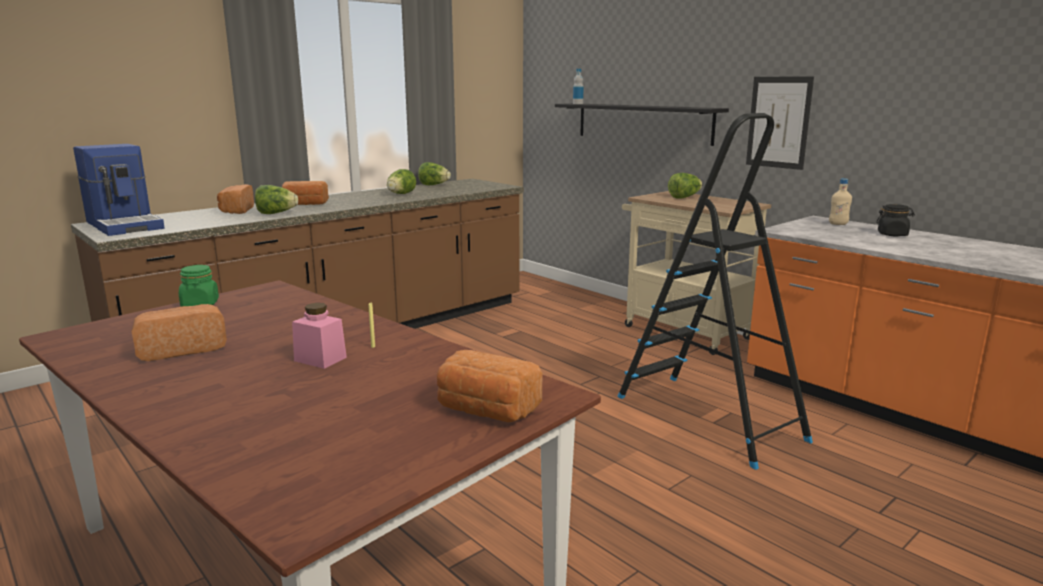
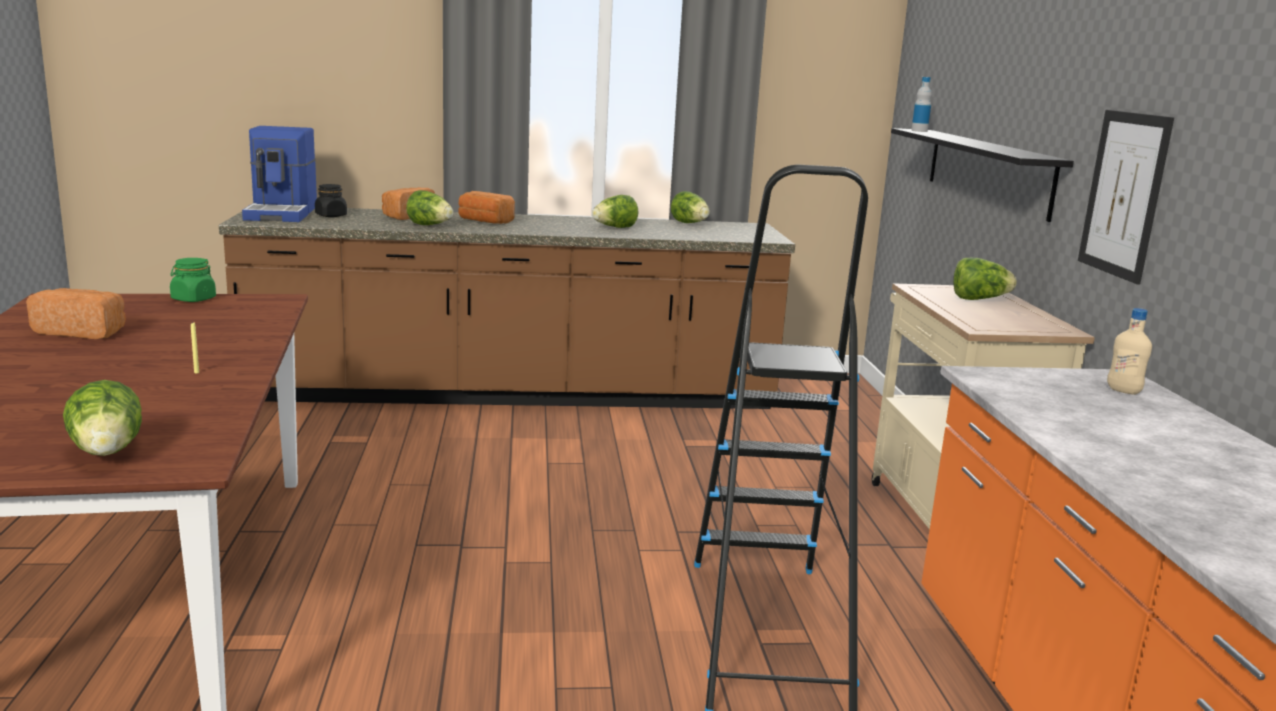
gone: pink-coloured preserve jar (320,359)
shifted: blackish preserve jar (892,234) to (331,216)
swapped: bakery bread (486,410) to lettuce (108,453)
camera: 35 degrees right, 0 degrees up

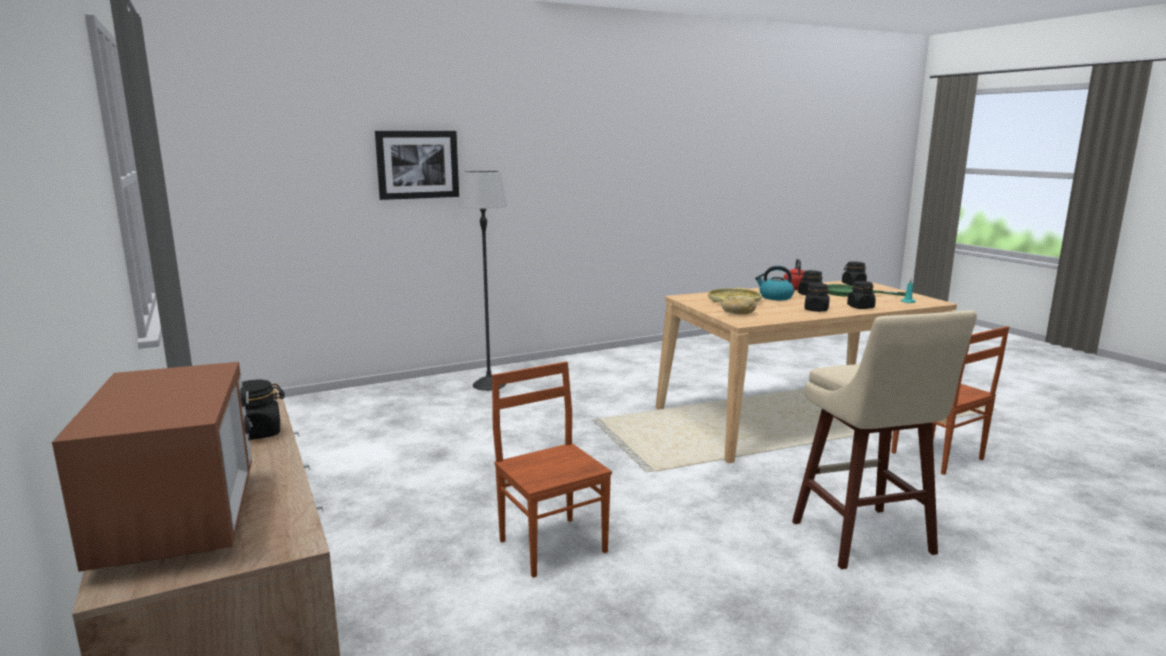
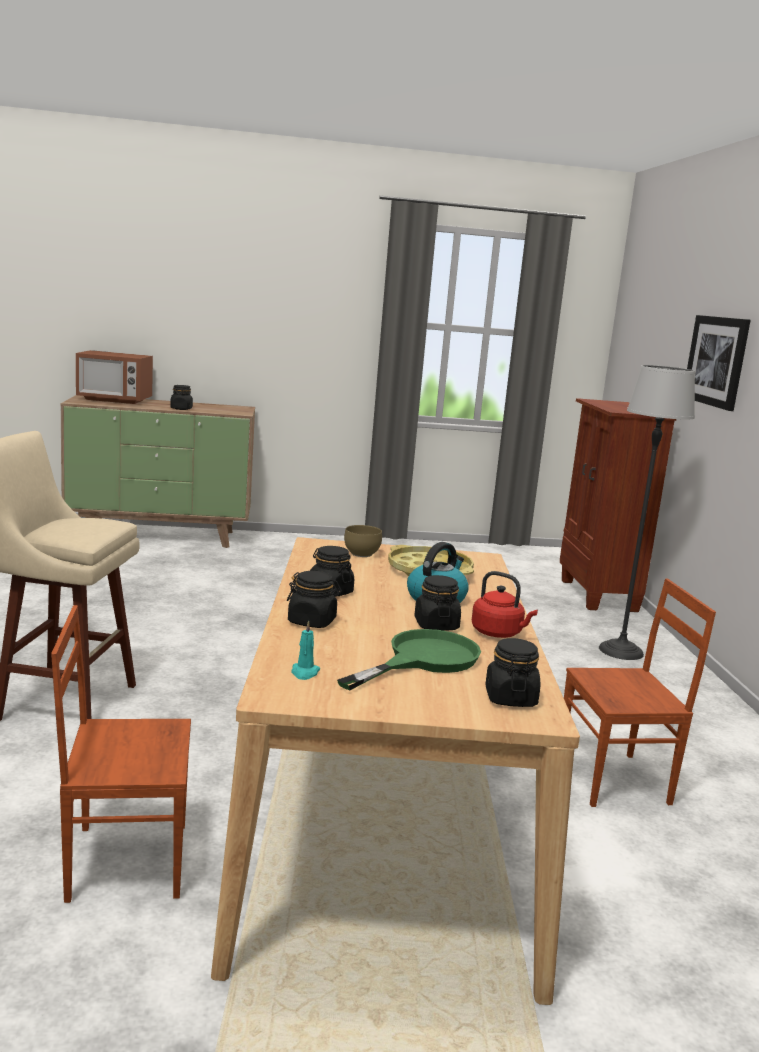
new: brown cupboard (596,596)
shifted: brown upright chair (553,545) to (615,780)
swapped: bakery bread (737,313) to brown bowl (360,554)
camera: 110 degrees right, 0 degrees up

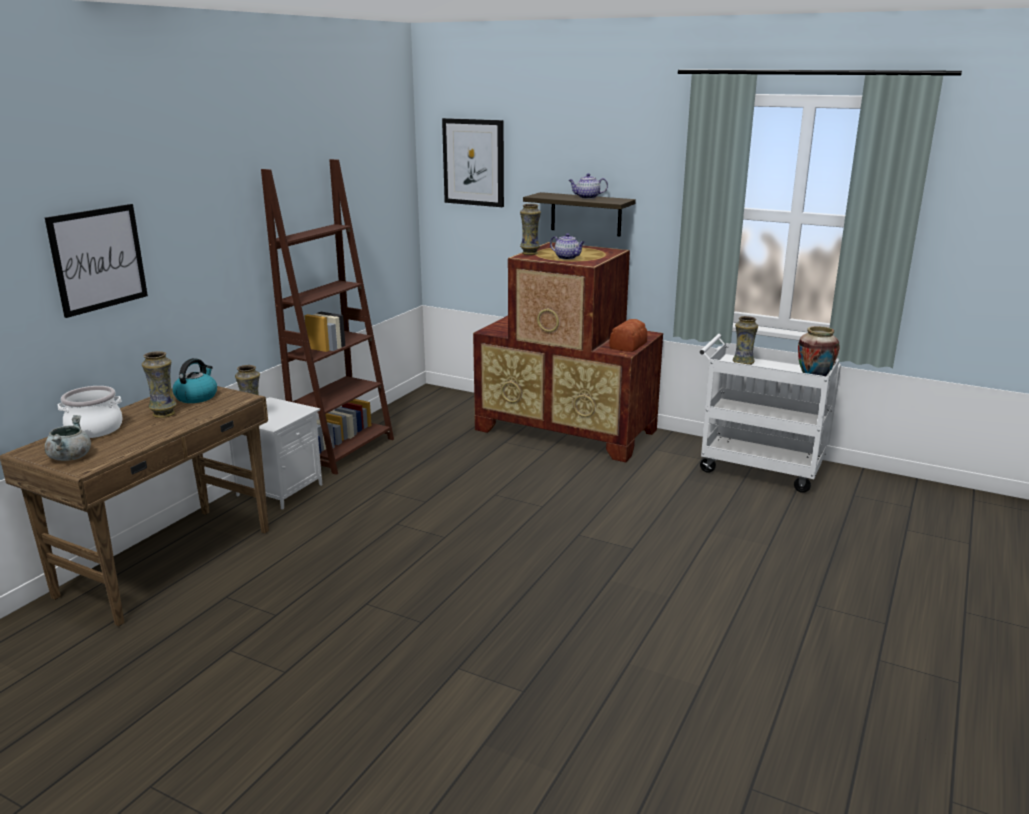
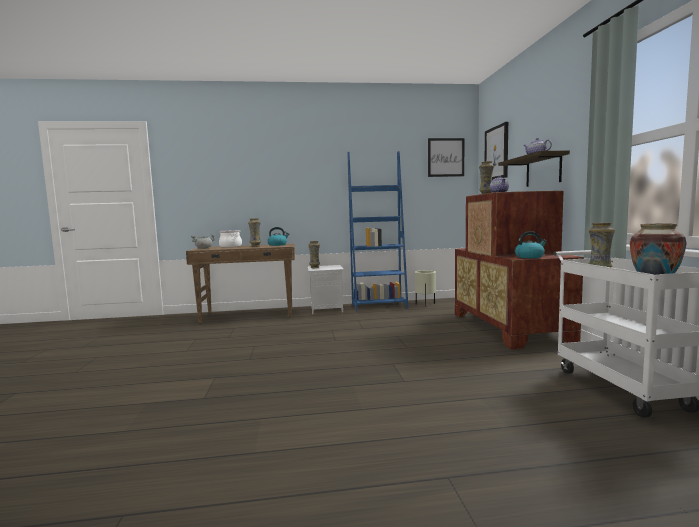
new: beige-coloured plant pot (425,304)
shifted: wall art (98,259) to (446,157)
swapped: bakery bread (627,345) to water kettle (529,257)
repainted: brown bookshelf (344,450) to blue-coloured bookshelf (379,306)
camera: 55 degrees right, 15 degrees down

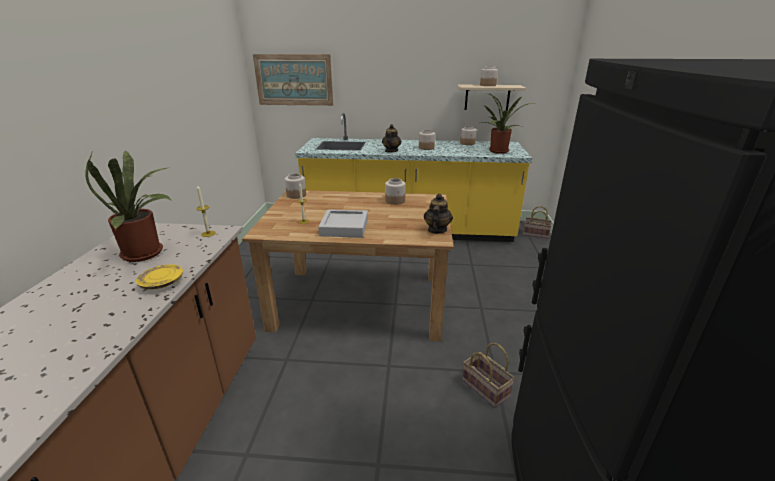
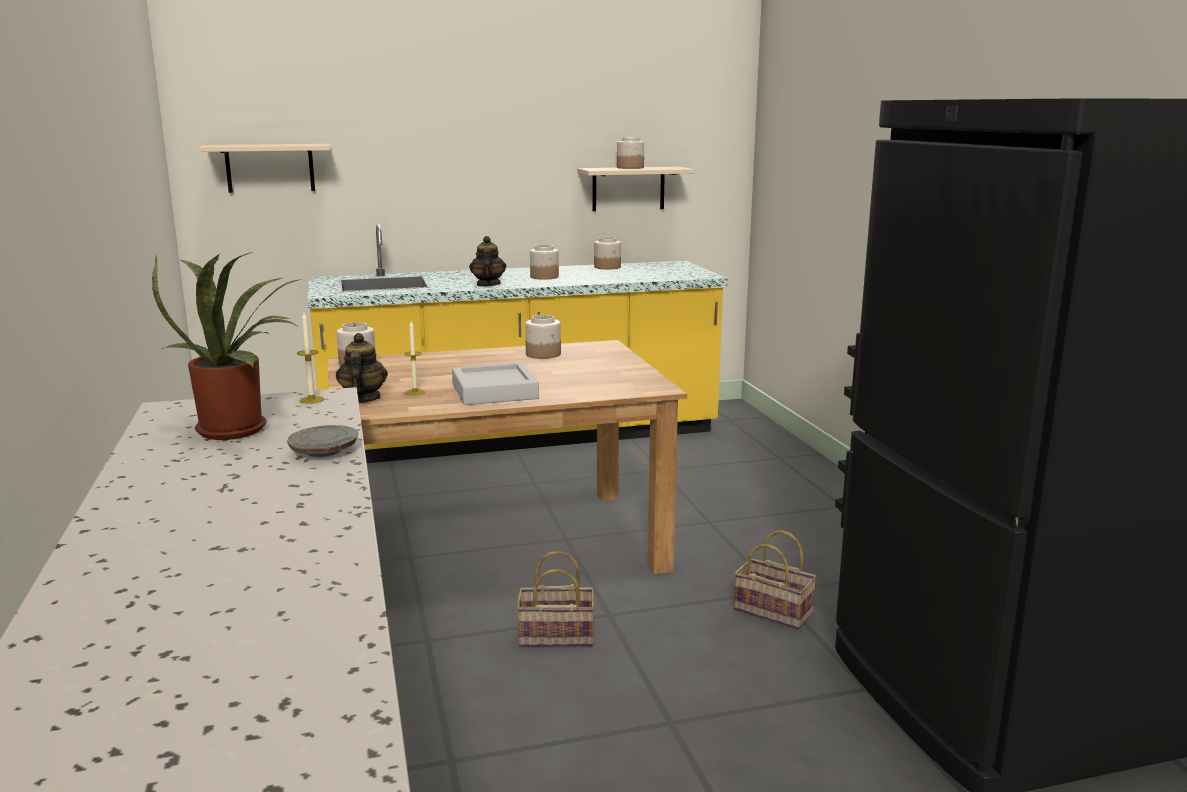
gone: potted plant (498,152)
shifted: pot for tea (436,230) to (362,399); household basket (535,234) to (554,637)
swapped: wall art (294,80) to beige-coloured bracket shelf (270,168)
repainted: yellowish flat dish (162,283) to grey flat dish (324,452)
camera: 20 degrees left, 10 degrees down

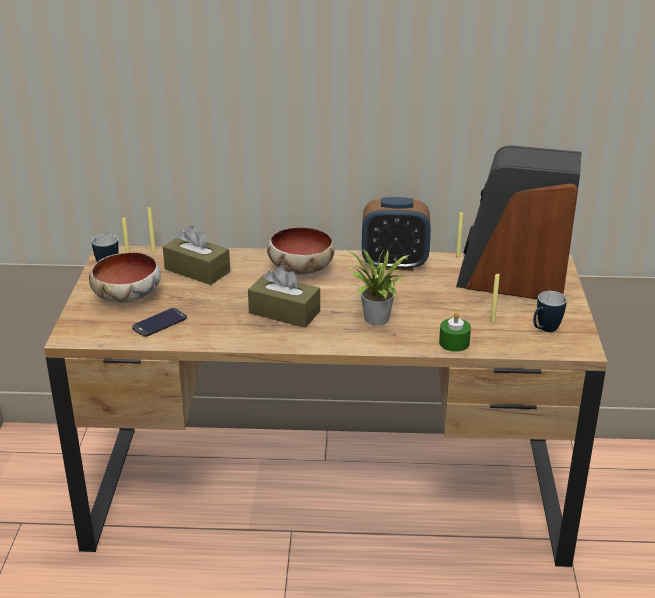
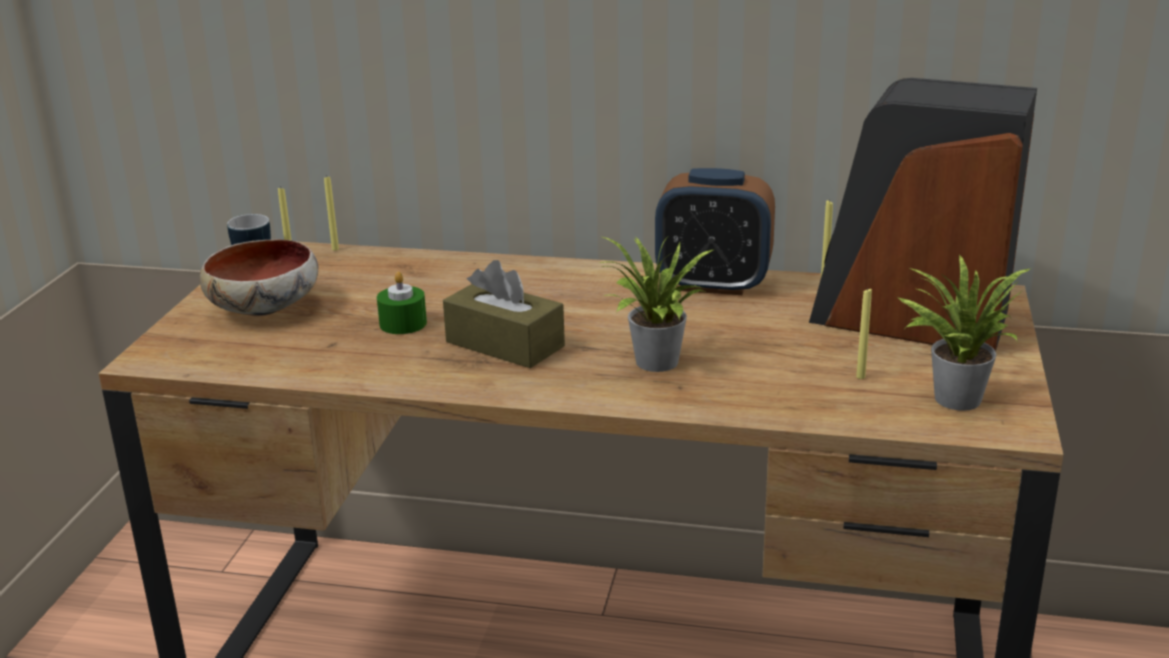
gone: telephone (159,323); brown tissue box (197,270); bowl (300,269)
shifted: greenish wax light (454,343) to (403,323)
swapped: mug (544,330) to potted plant (953,396)
camera: 10 degrees right, 5 degrees down

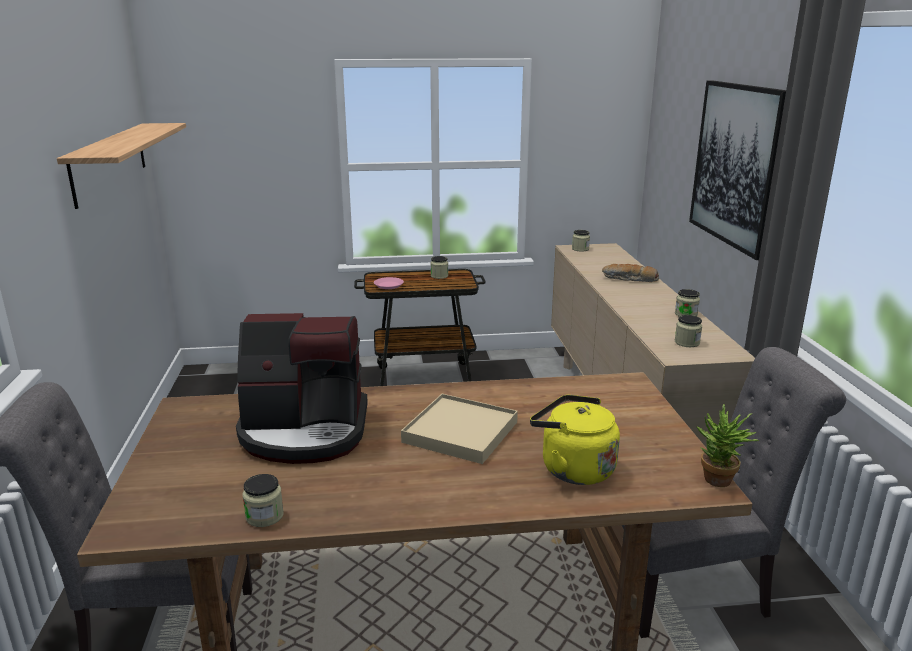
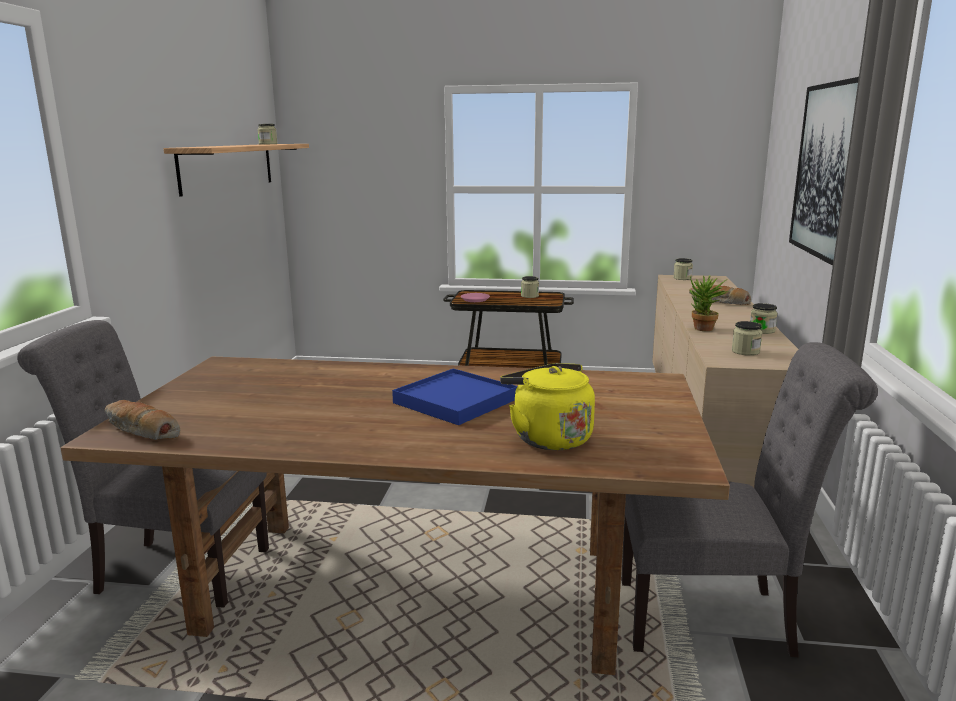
gone: coffee machine (305,431)
new: bakery bread (141,431)
shifted: preserve jar (264,516) to (268,144); potted plant (718,483) to (703,330)
repainted: beige-coloured tray (460,432) to blue-coloured tray (455,401)
camera: 15 degrees right, 5 degrees down

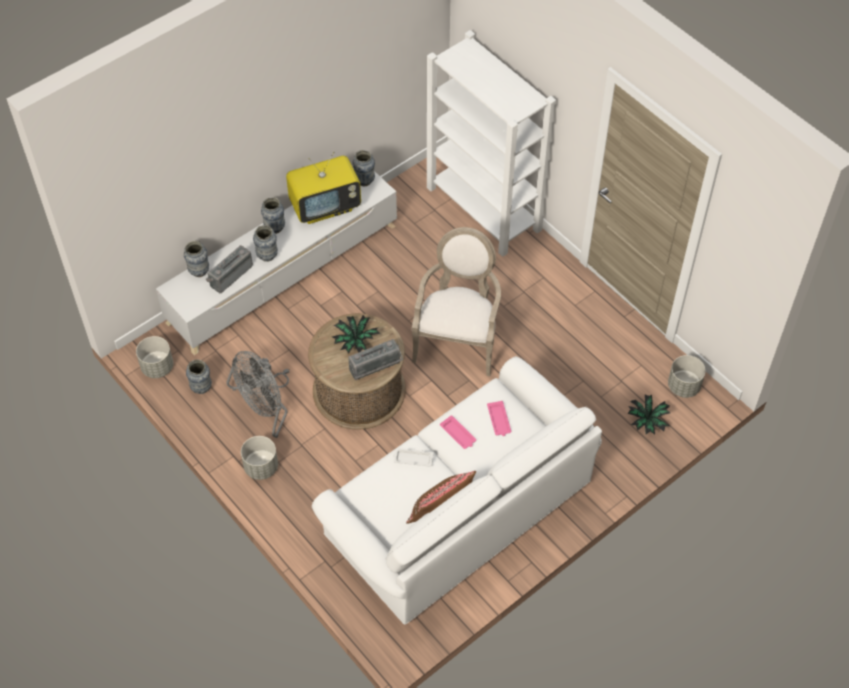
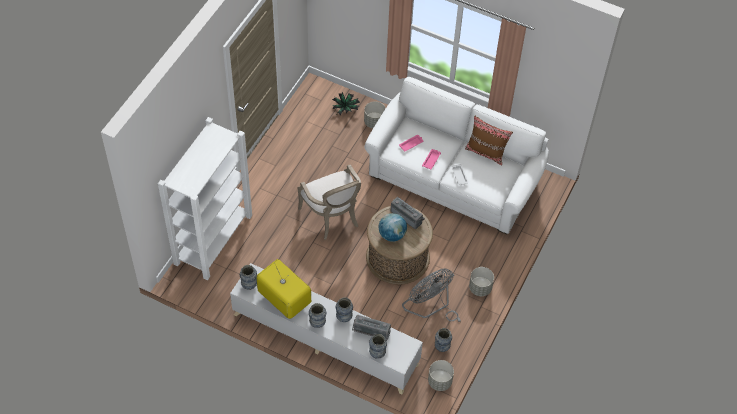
shifted: grey plant pot (684,386) to (374,122)
swapped: potted plant (355,341) to world globe (392,235)
rotated: armchair (458,340) = (332,218) 105 degrees counterclockwise; grey electric fan (265,402) = (433,305) 150 degrees counterclockwise
camera: 115 degrees left, 0 degrees up

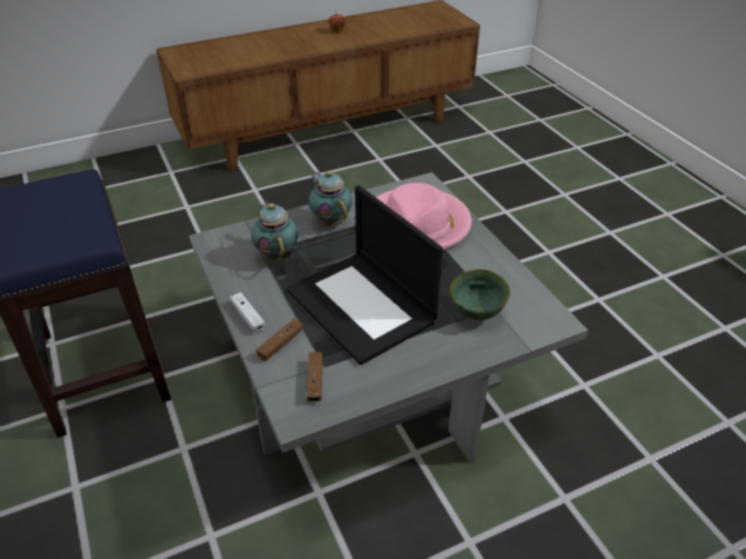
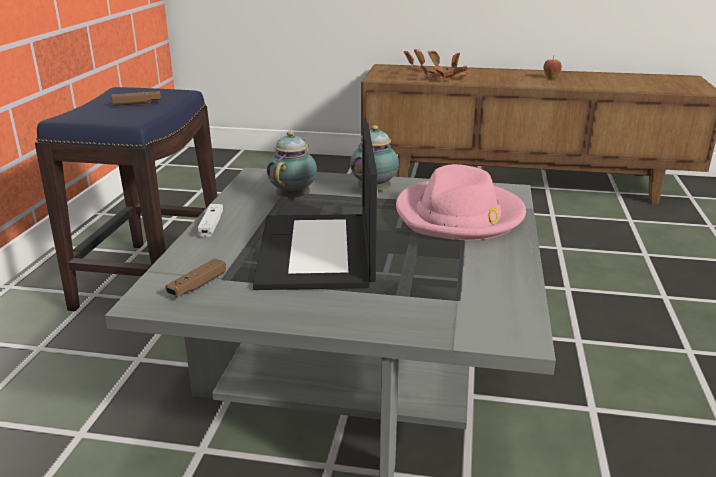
gone: greenish bowl (478,313)
new: potted plant (440,77)
shifted: brown gamepad (281,344) to (137,103)
camera: 35 degrees right, 15 degrees down

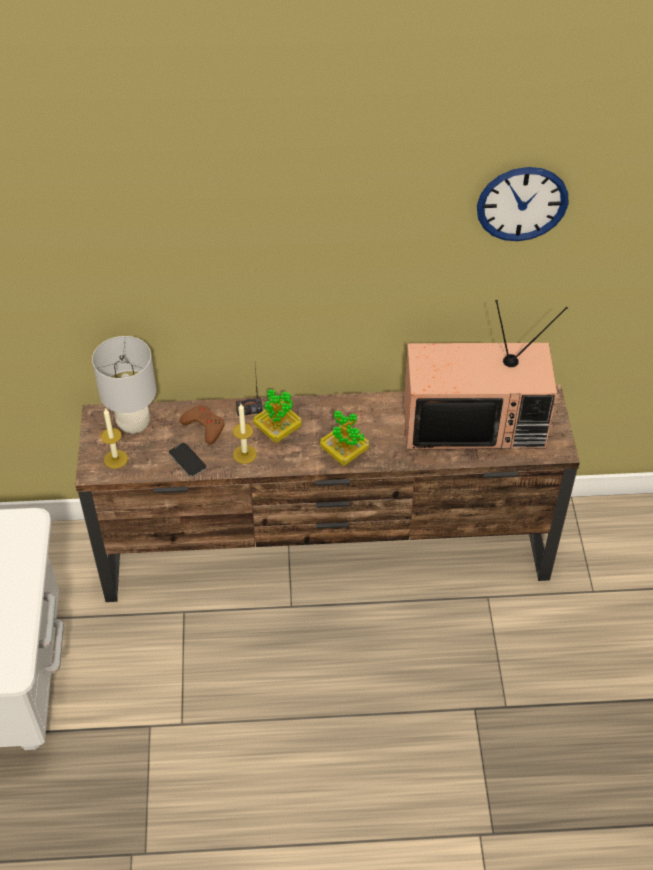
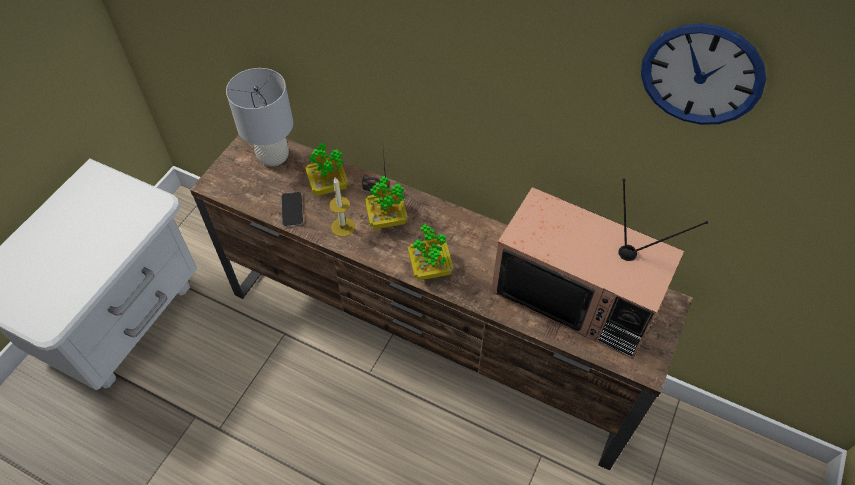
gone: wax light (115,459)
swapped: brown gamepad (204,426) to potted plant (328,186)
camera: 30 degrees right, 5 degrees up

